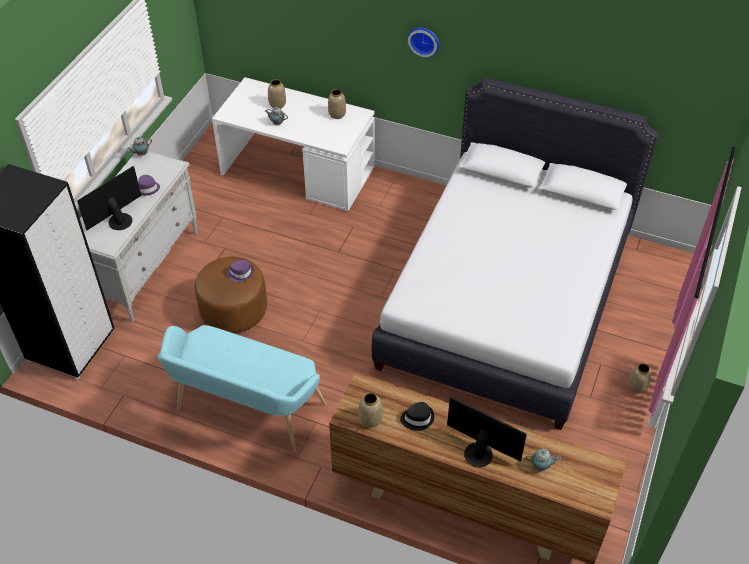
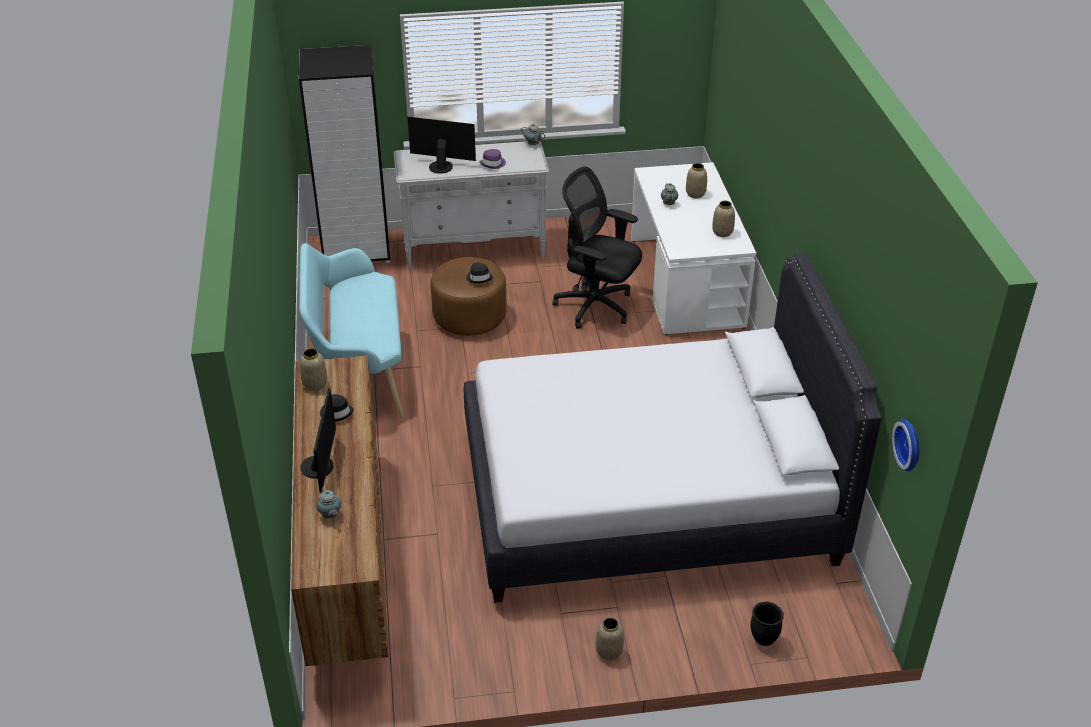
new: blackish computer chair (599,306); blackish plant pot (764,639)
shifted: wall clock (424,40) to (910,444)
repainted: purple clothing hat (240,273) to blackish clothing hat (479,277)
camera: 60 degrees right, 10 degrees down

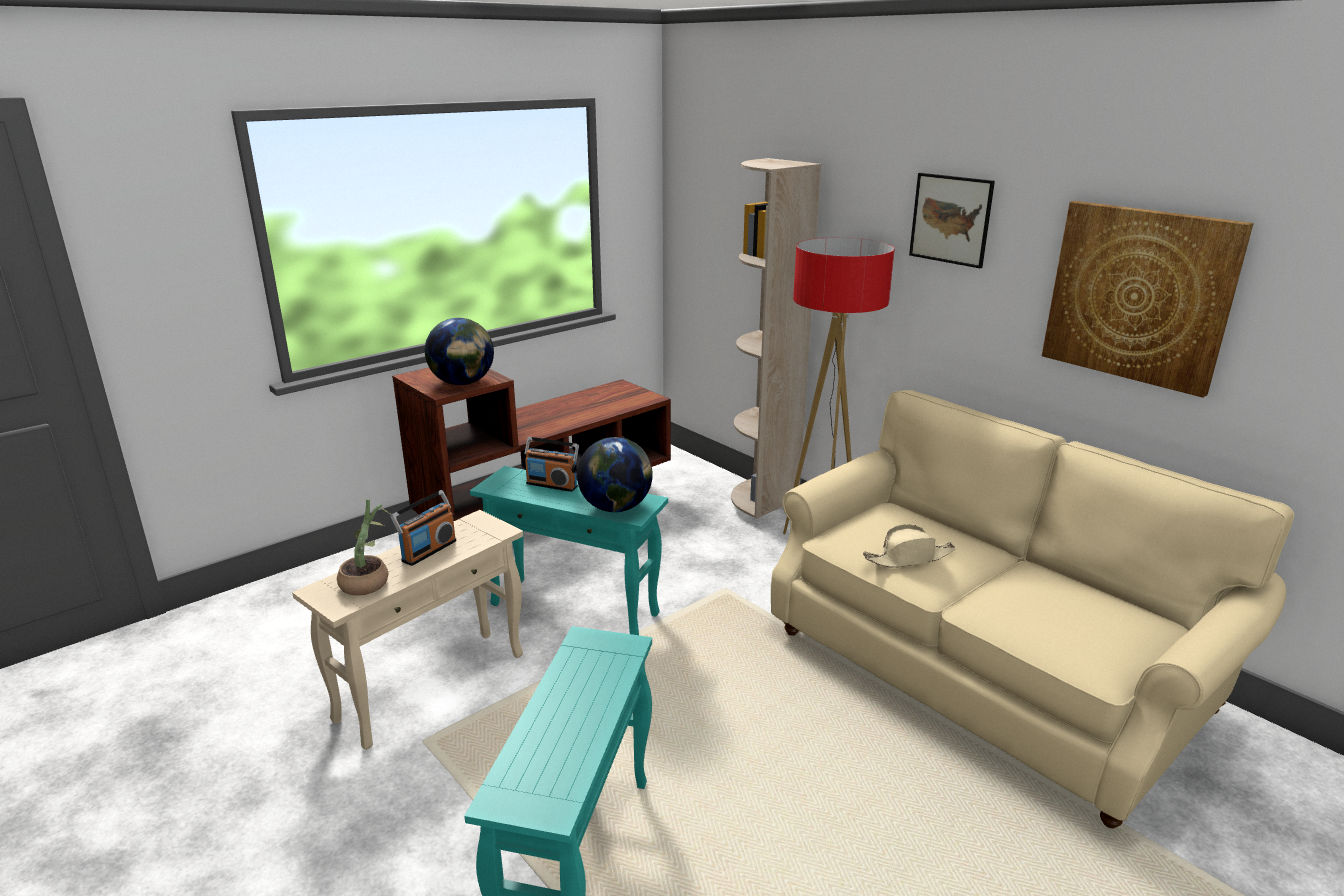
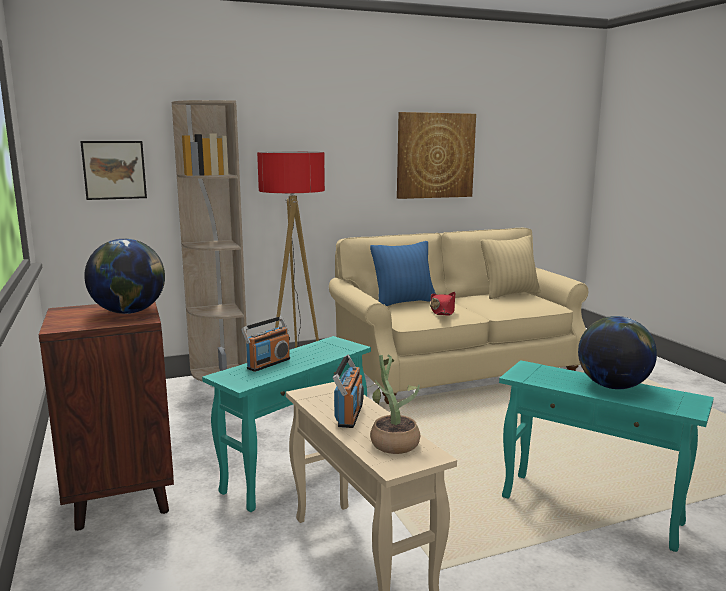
new: blue-coloured cushion (404,302); beige-coloured cushion (510,294)
shifted: wall art (951,219) to (114,170); world globe (616,507) to (612,386)
repainted: beige-coloured clothing hat (909,557) to red clothing hat (442,311)
rotated: radio set (428,551) = (349,415) 45 degrees clockwise
camera: 70 degrees left, 10 degrees down

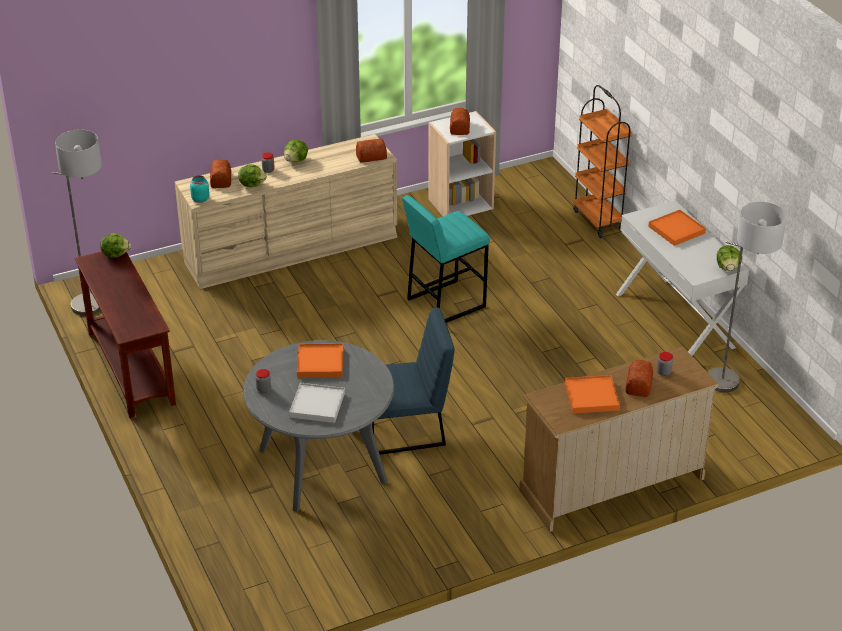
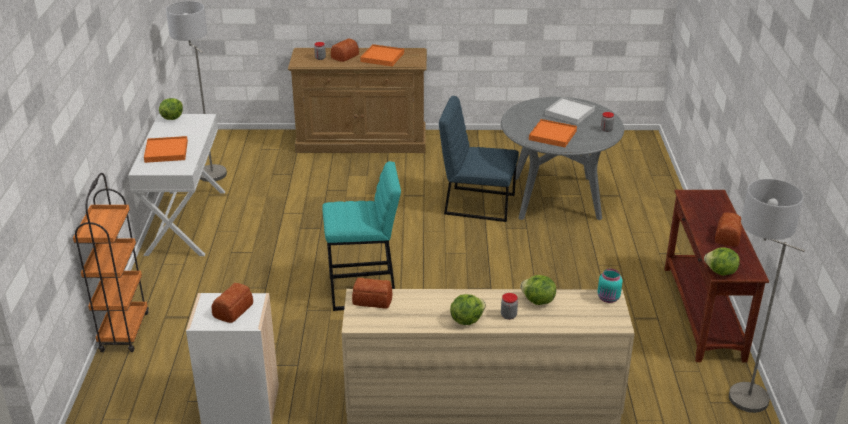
shifted: bakery bread (221,179) to (727,237)
camera: 155 degrees left, 5 degrees down

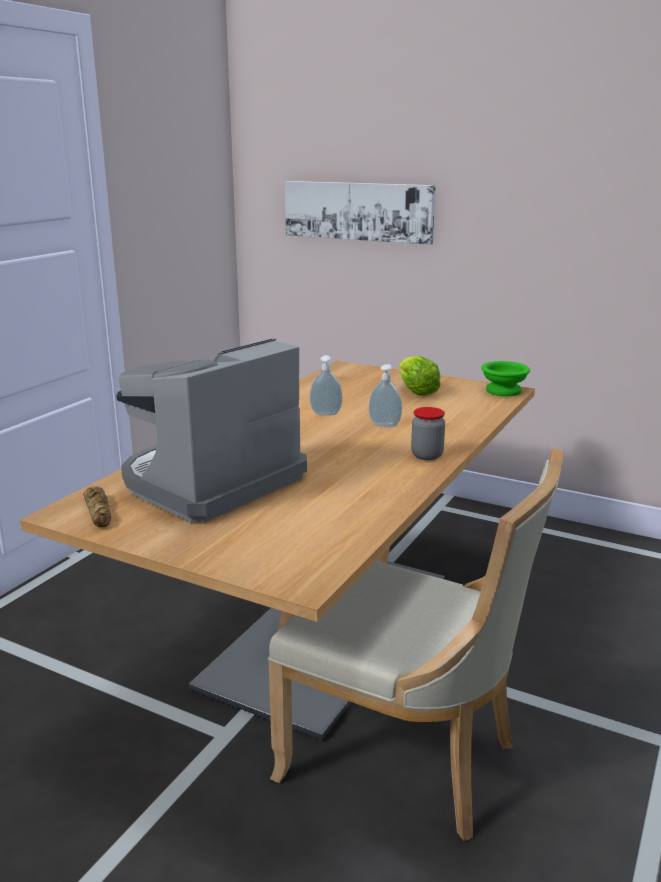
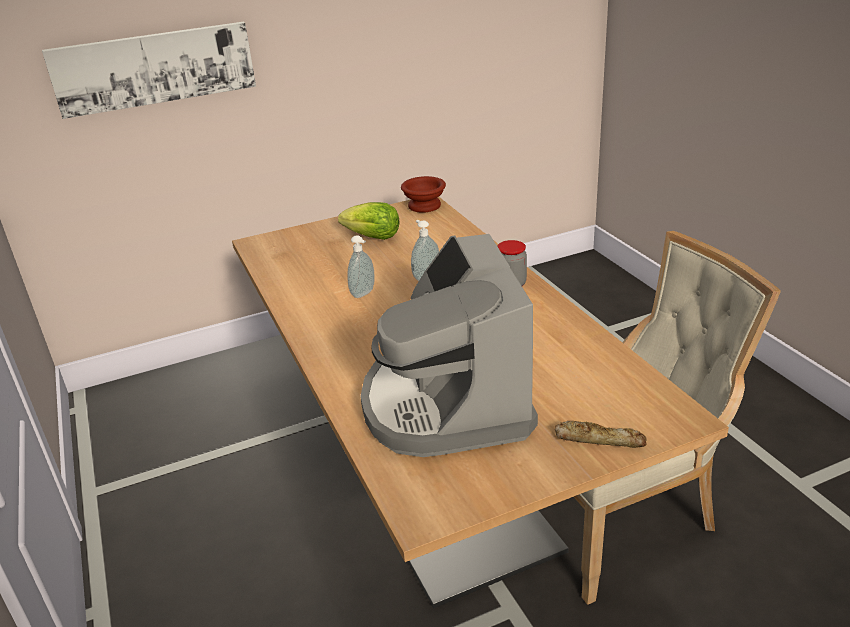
shifted: bakery bread (99,511) to (599,439)
repainted: greenish bowl (505,391) to brown bowl (426,205)
camera: 50 degrees left, 10 degrees up

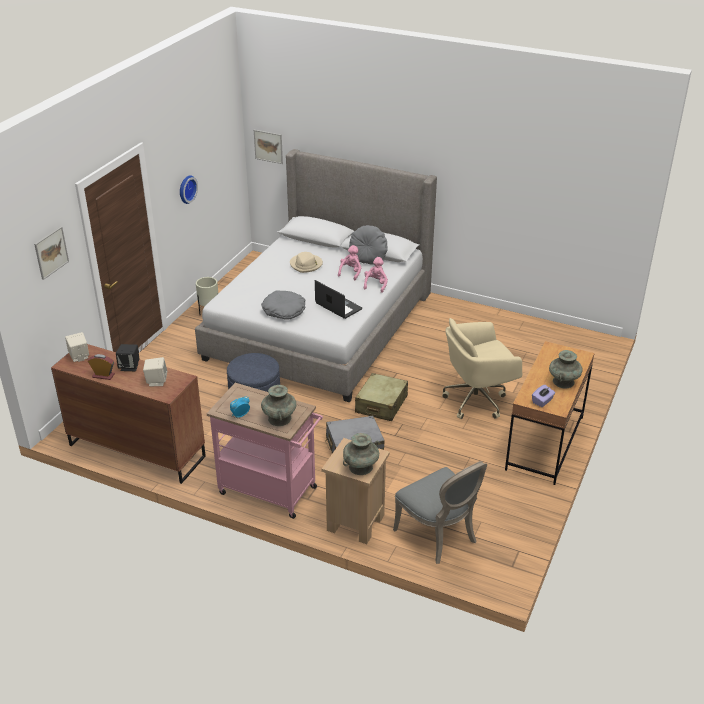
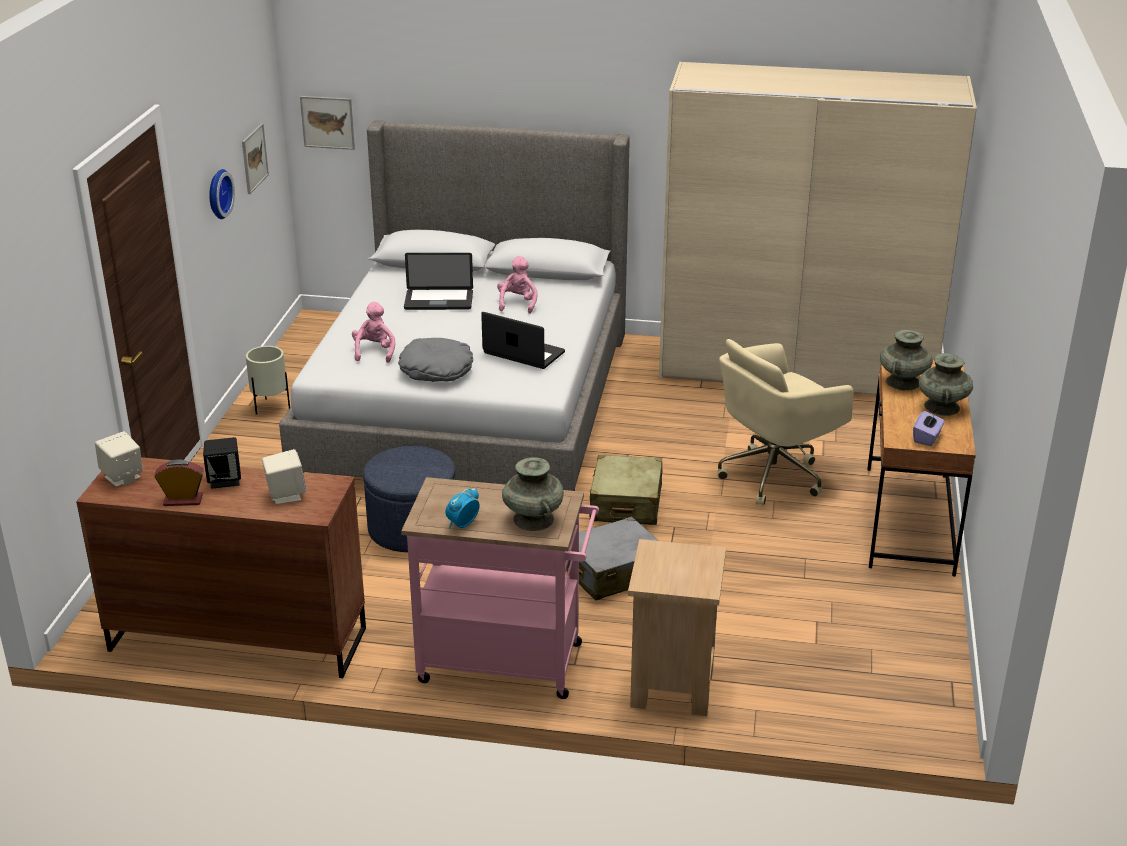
gone: grey cushion (368,261); grey upright chair (439,536)
new: beige-coloured armoire (796,369)
shifted: wall art (51,252) to (254,158); pink-coloured soft toy (376,285) to (374,352); turquoise-coloured decorative vase (360,467) to (902,382)
swapped: beige-coloured clothing hat (306,265) to portable computer (438,301)
camera: 15 degrees left, 5 degrees down

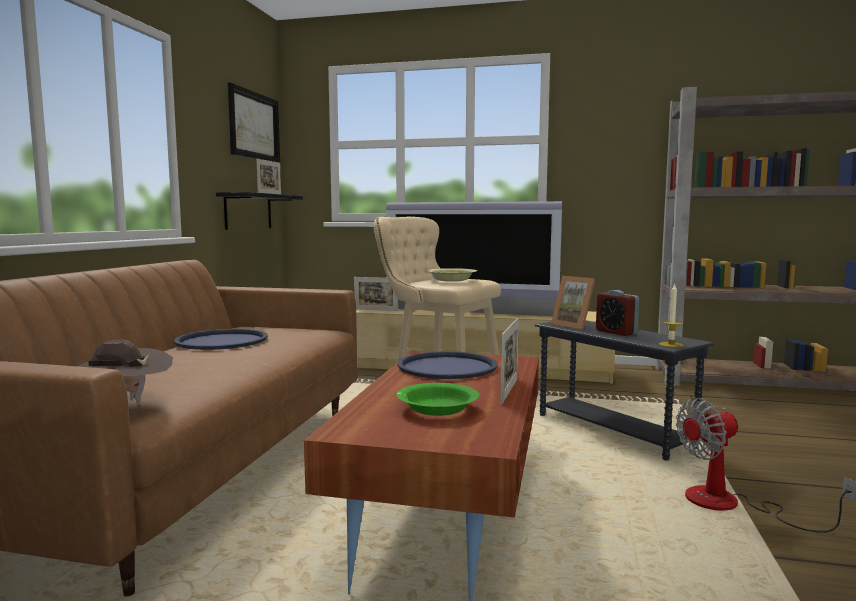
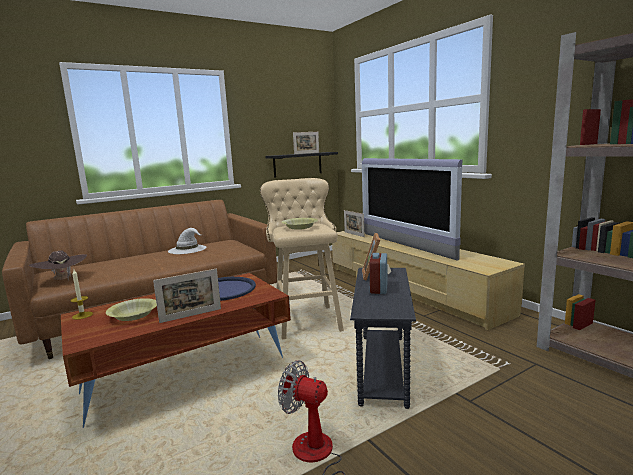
gone: wall art (254,126)
shifted: wax light (671,345) to (82,315)
swapped: blue-coloured tray (221,341) to white clothing hat (188,249)
repainted: greenish bowl (437,409) to yellowish bowl (134,315)
camera: 45 degrees right, 5 degrees up

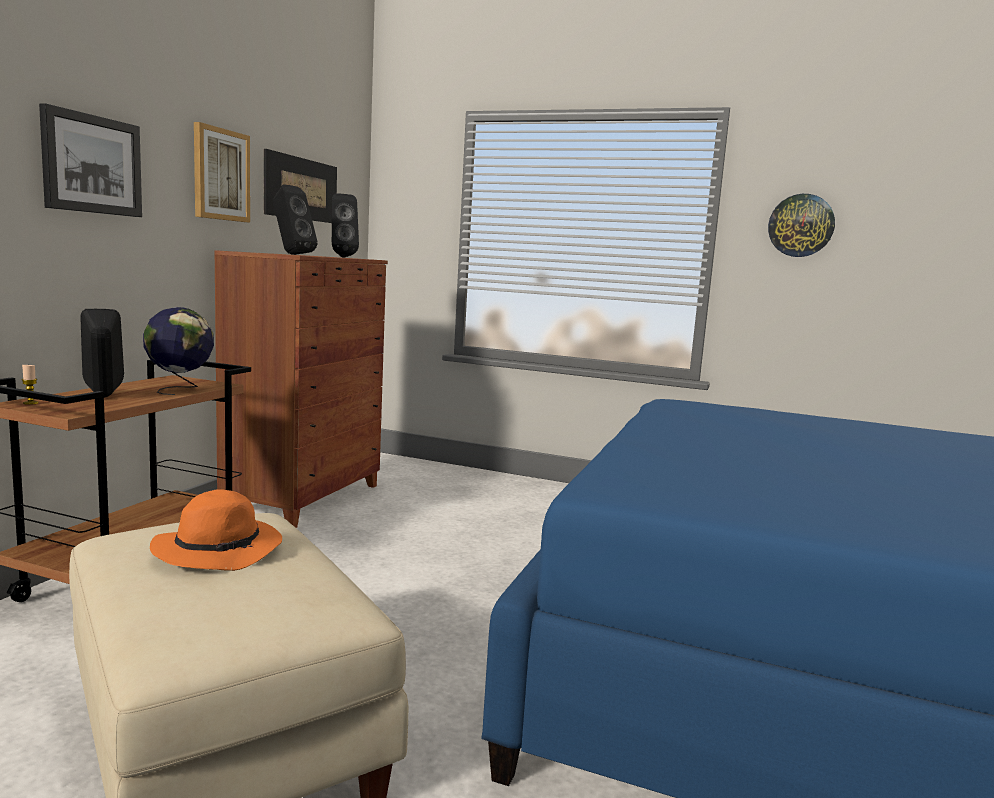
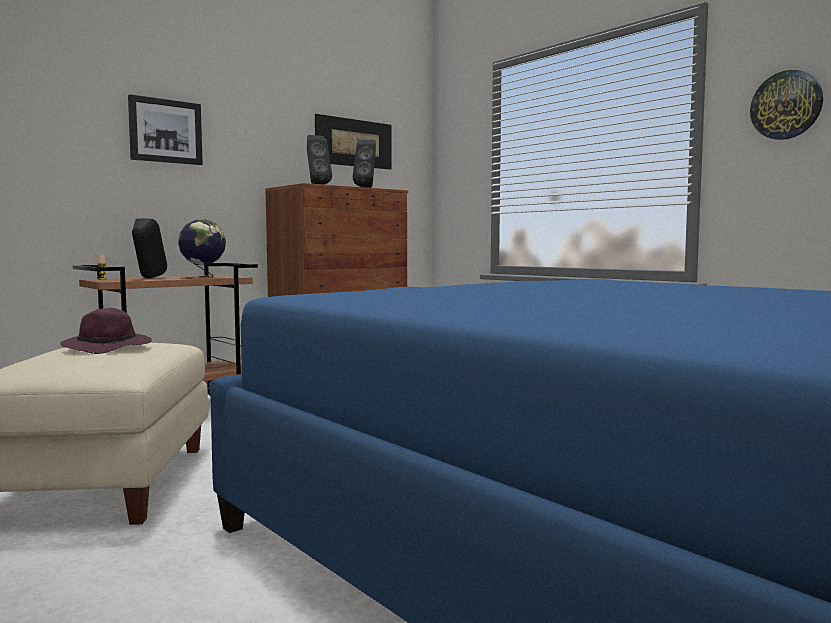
gone: wall art (220,174)
repainted: orangey clothing hat (220,550) to purple clothing hat (109,348)
camera: 30 degrees right, 5 degrees down

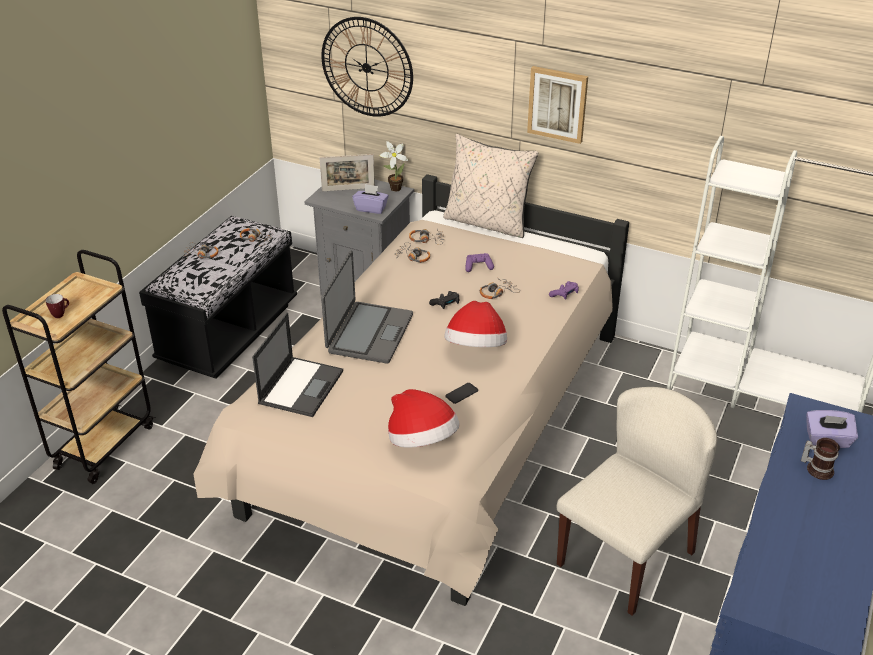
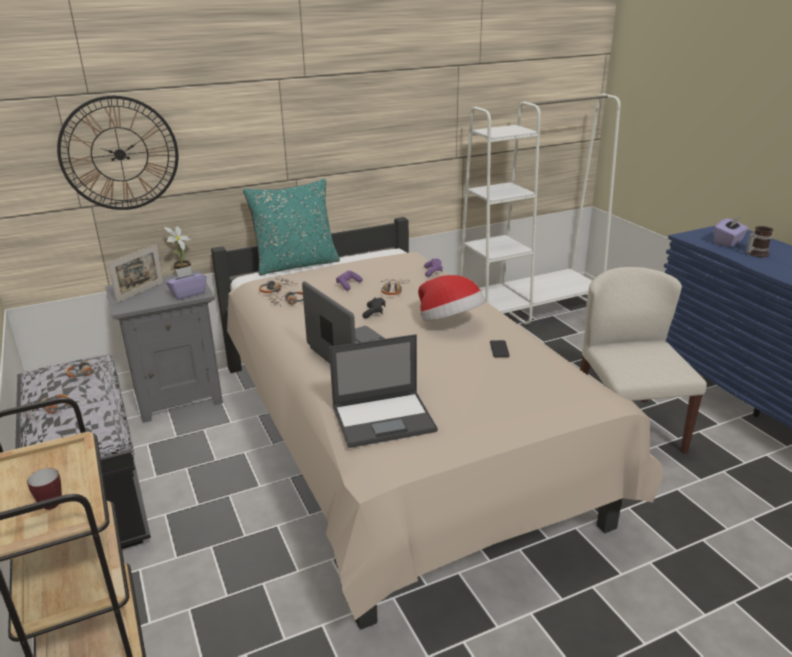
gone: clothing hat (422,441); wall art (557,104)
repainted: beige-coloured cushion (487,223) to turquoise-coloured cushion (296,264)
rotated: portable computer (301,386) = (385,419) 105 degrees clockwise
camera: 50 degrees left, 10 degrees down

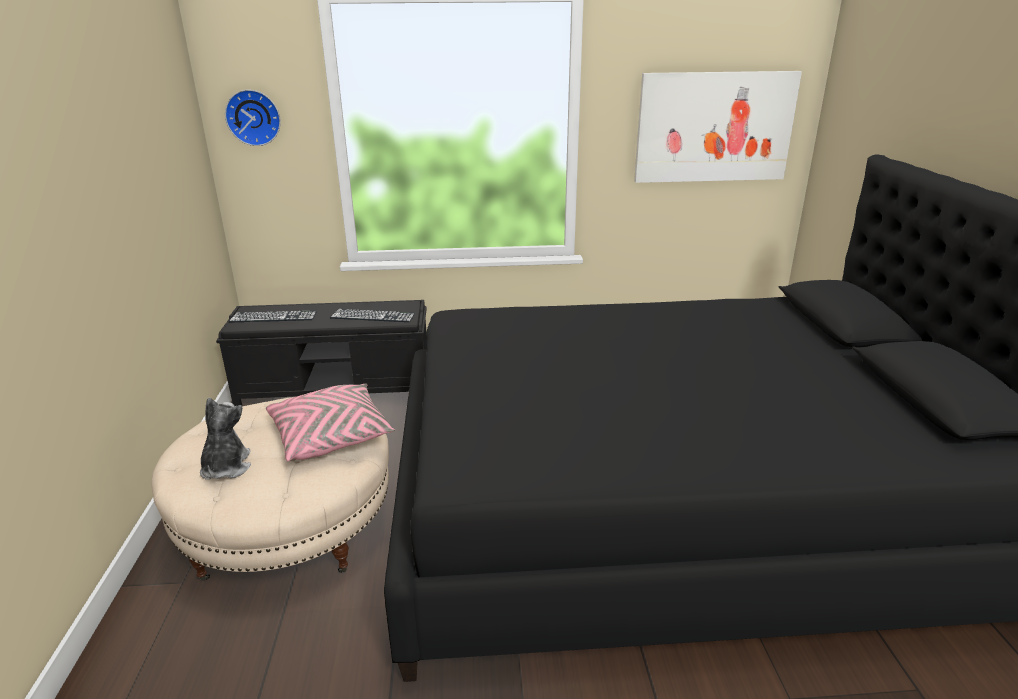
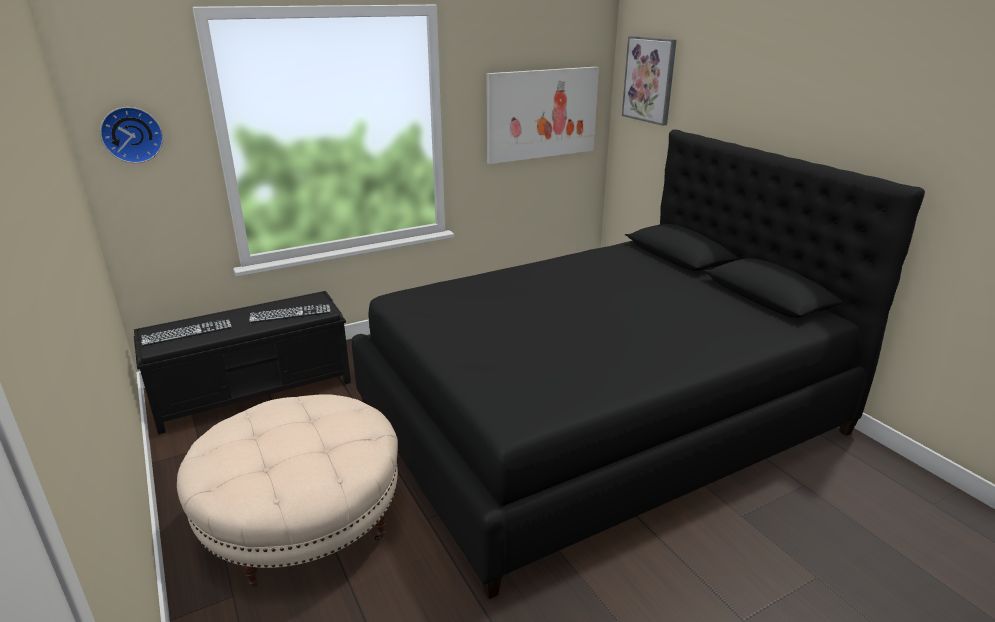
gone: soft toy (226,467); pink-coloured cushion (331,436)
new: wall art (649,80)
camera: 25 degrees left, 0 degrees up

